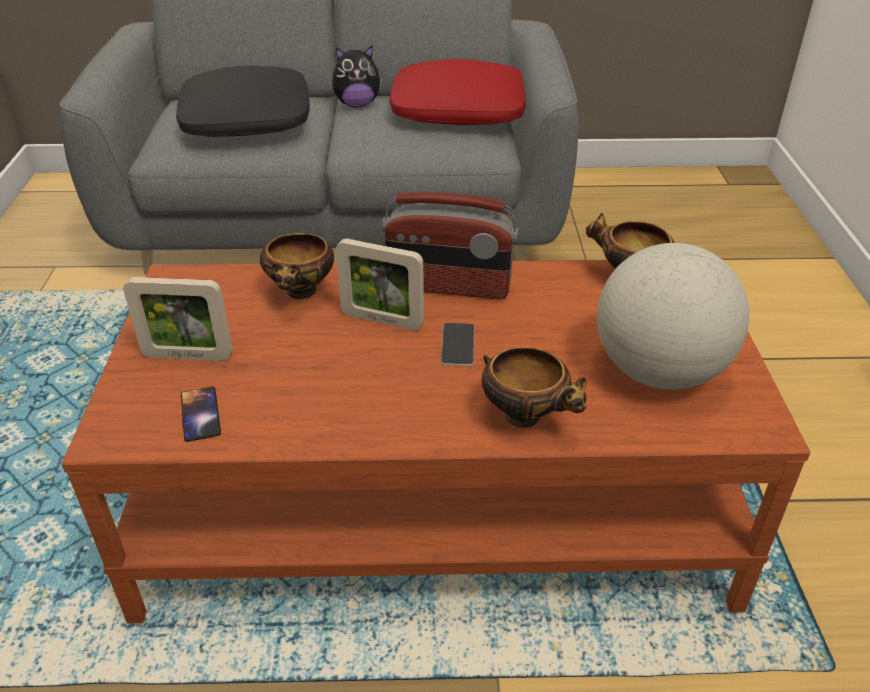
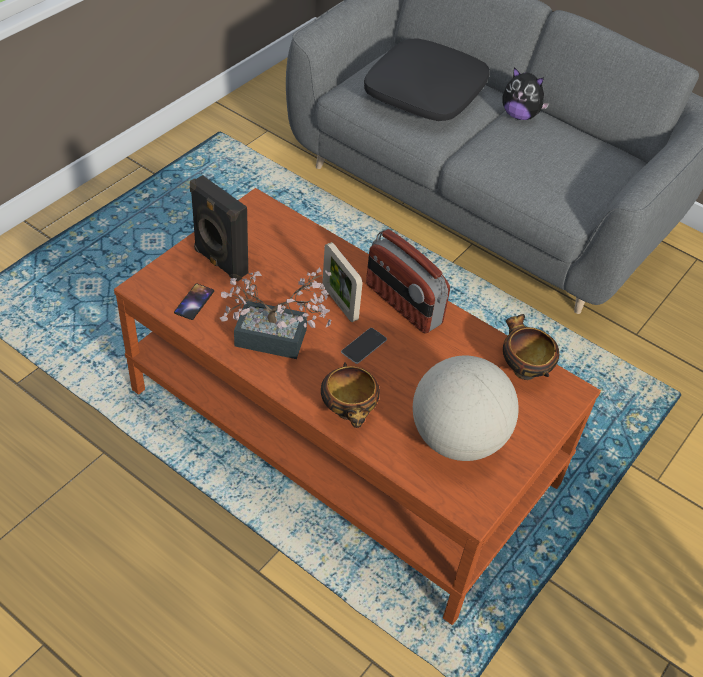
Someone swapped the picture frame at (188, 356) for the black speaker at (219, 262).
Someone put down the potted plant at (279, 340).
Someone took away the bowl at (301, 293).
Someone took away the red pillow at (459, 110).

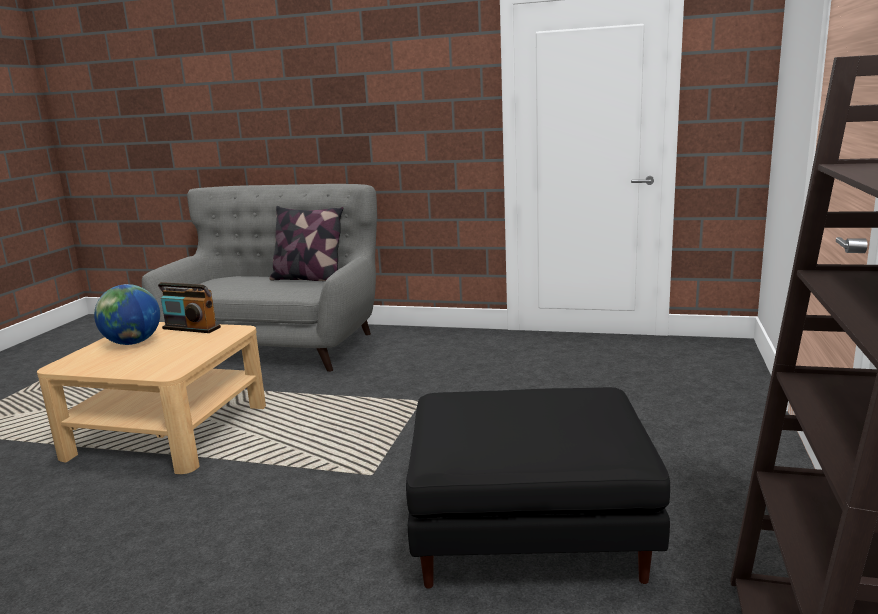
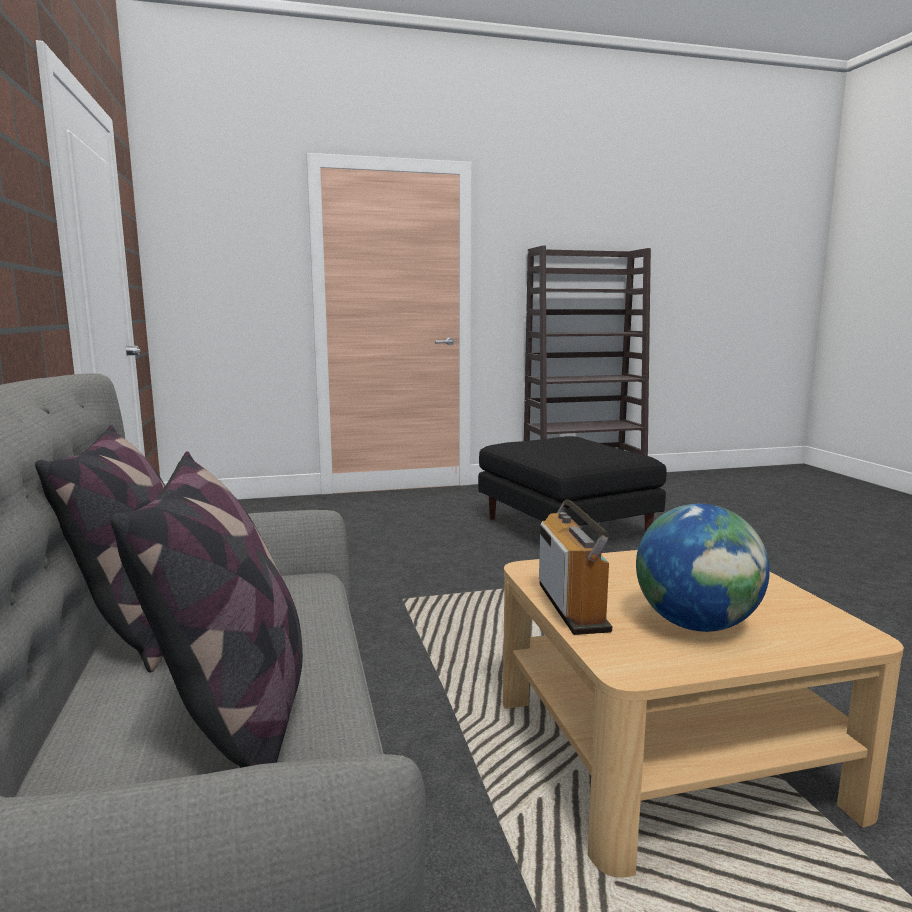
Someone put down the pillow at (238, 714).

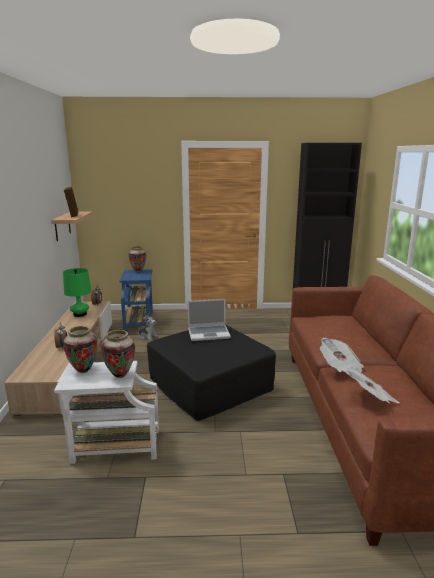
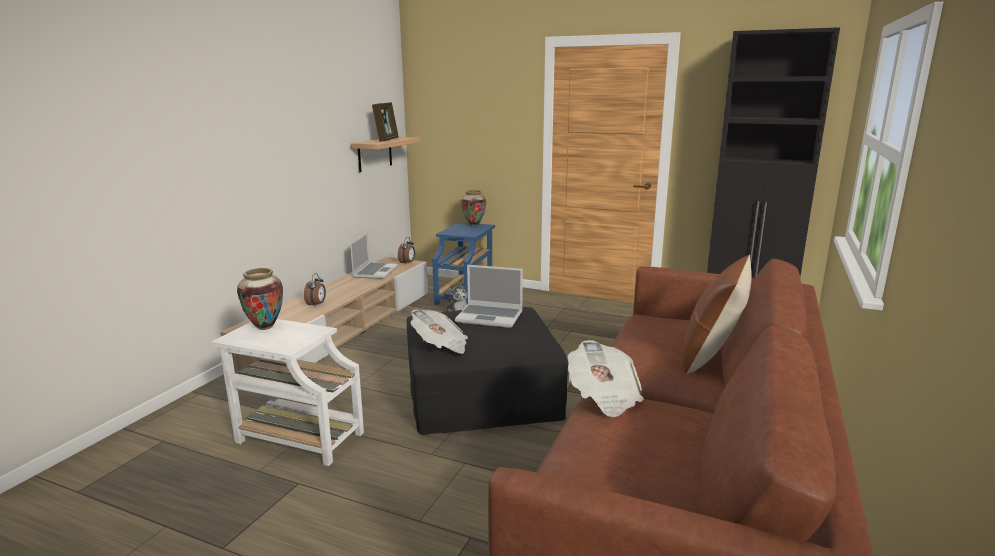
Someone swapped the green table lamp at (80, 314) for the laptop at (375, 272).
Someone carried the newspaper from (370, 398) to (441, 345).
Someone put down the brown pillow at (711, 356).
Someone took away the vase at (120, 375).

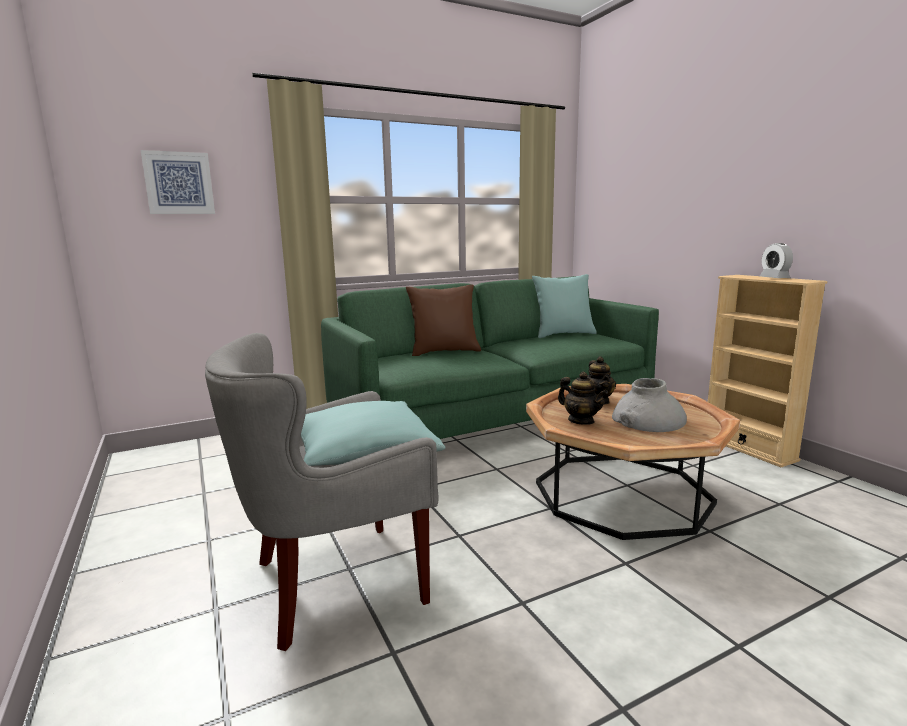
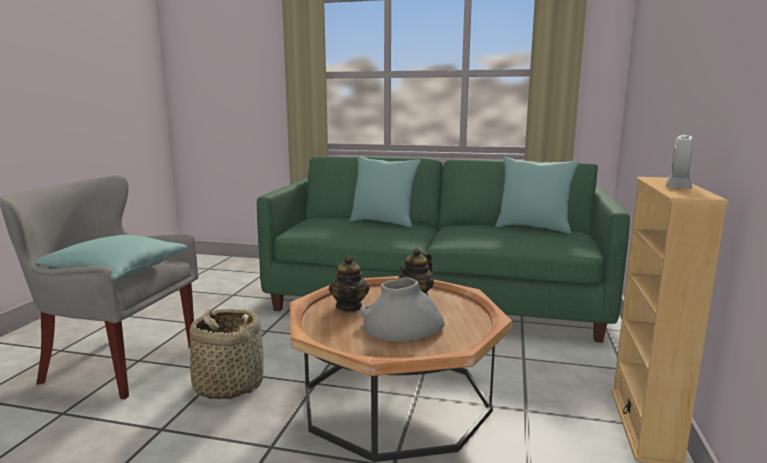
Someone put down the basket at (228, 385).
Someone repainted the brown pillow at (444, 352), which became the turquoise pillow at (383, 222).
Someone took away the picture at (179, 183).

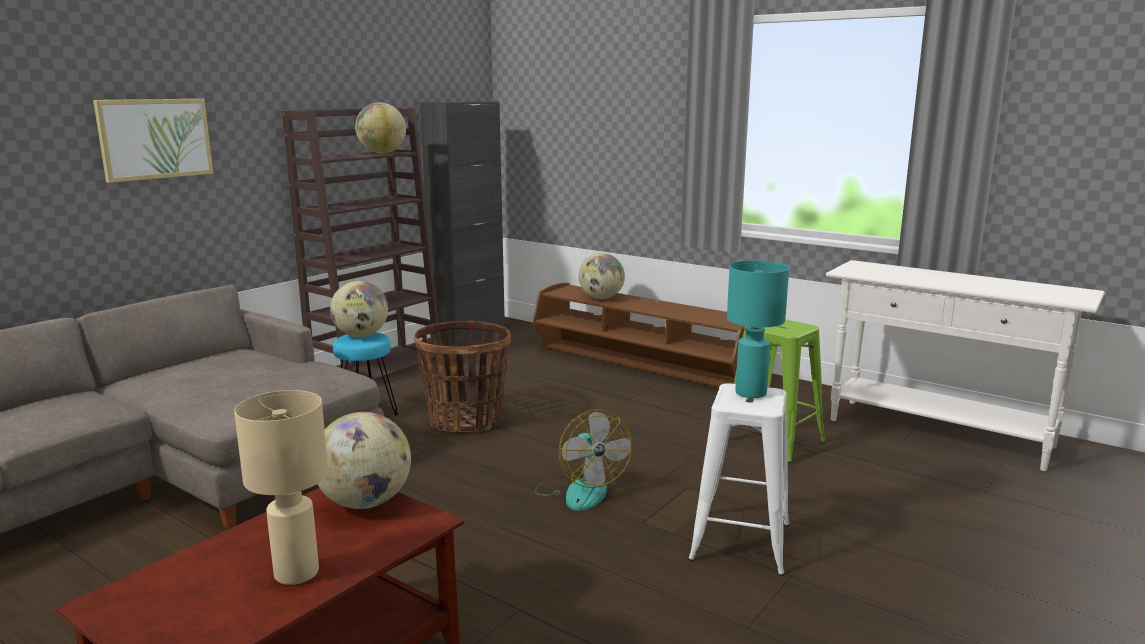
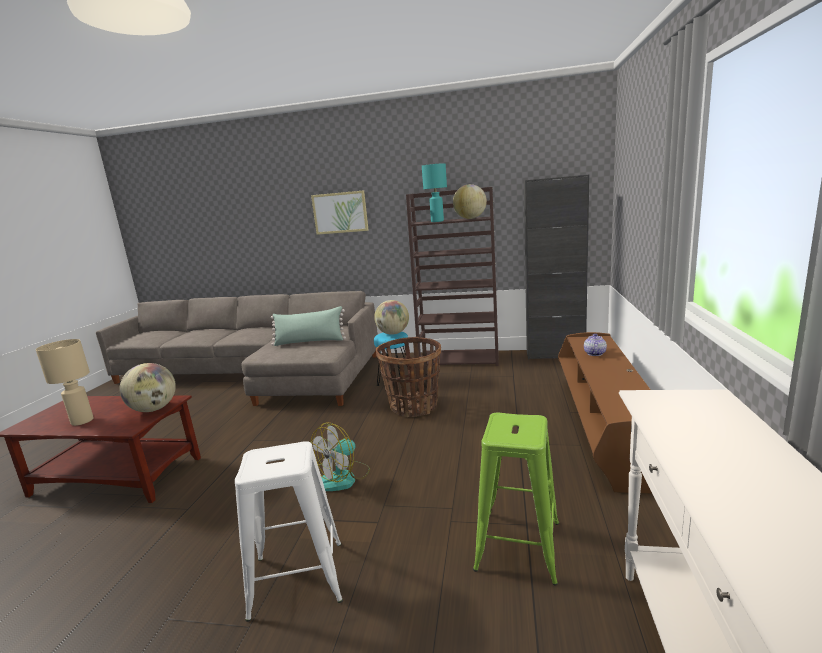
Someone put down the green pillow at (310, 341).
Someone carried the turquoise table lamp from (750, 393) to (437, 221).
Someone swapped the globe at (601, 298) for the teapot at (594, 353).

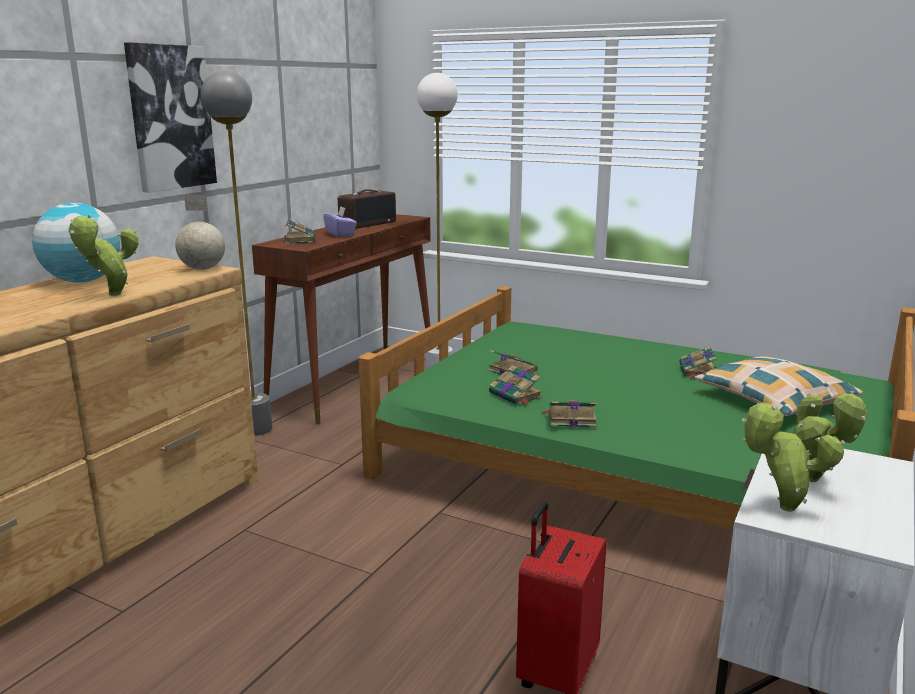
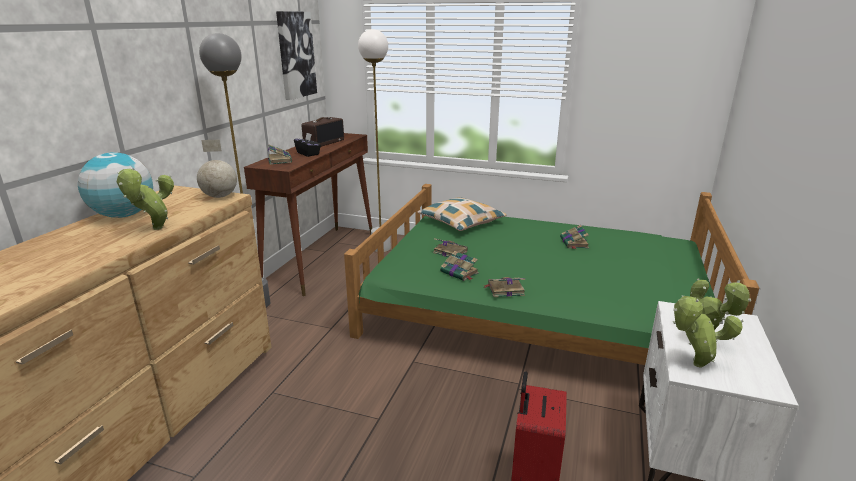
Someone carried the picture from (170, 117) to (295, 55).
Someone repainted the purple tissue box at (340, 234), which became the black tissue box at (308, 154).
Someone carried the pillow from (775, 399) to (461, 222).

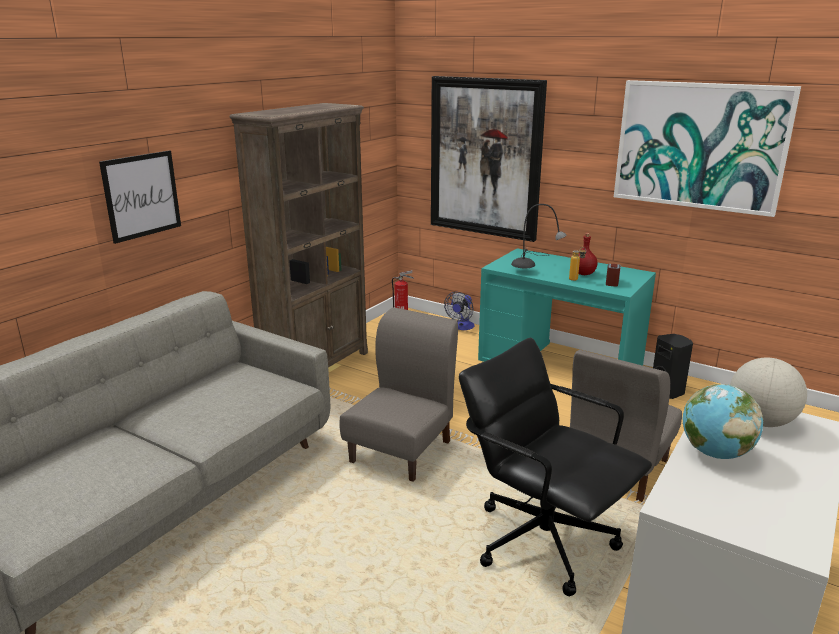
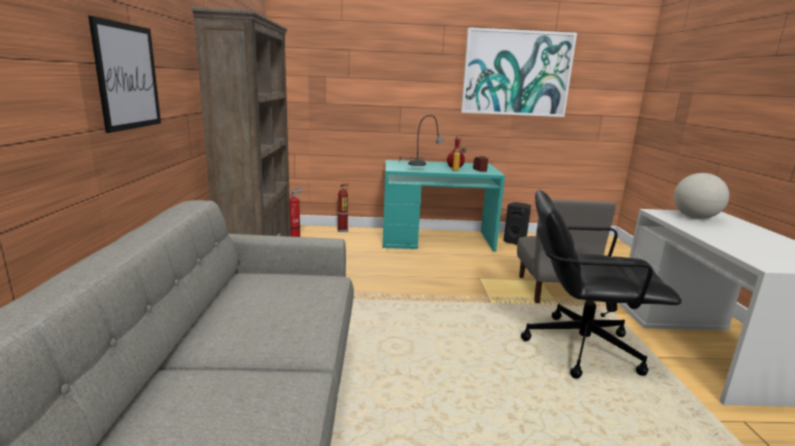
Someone swapped the fan at (461, 327) for the fire extinguisher at (343, 230).
Someone took away the grey chair at (402, 451).
Someone took away the picture at (485, 158).
Someone took away the globe at (715, 453).

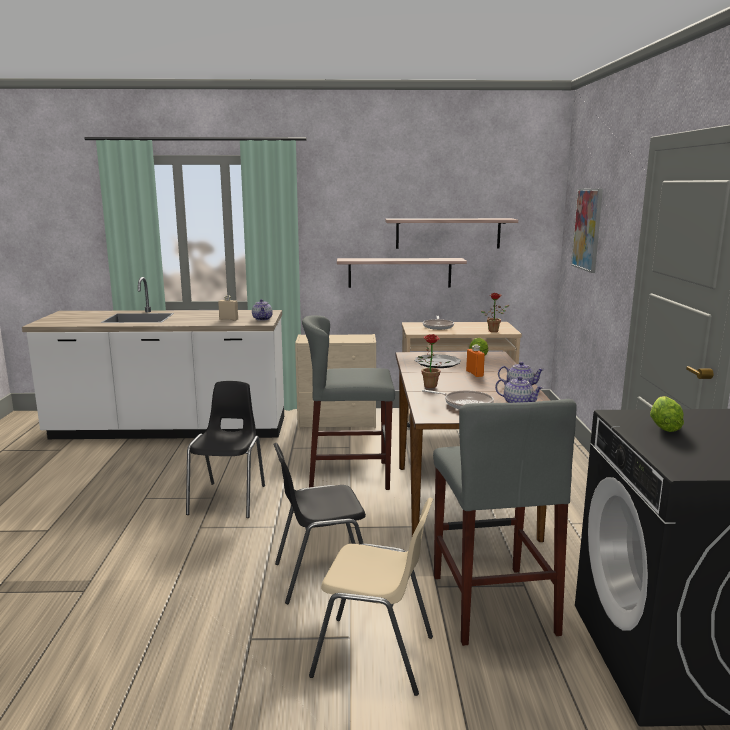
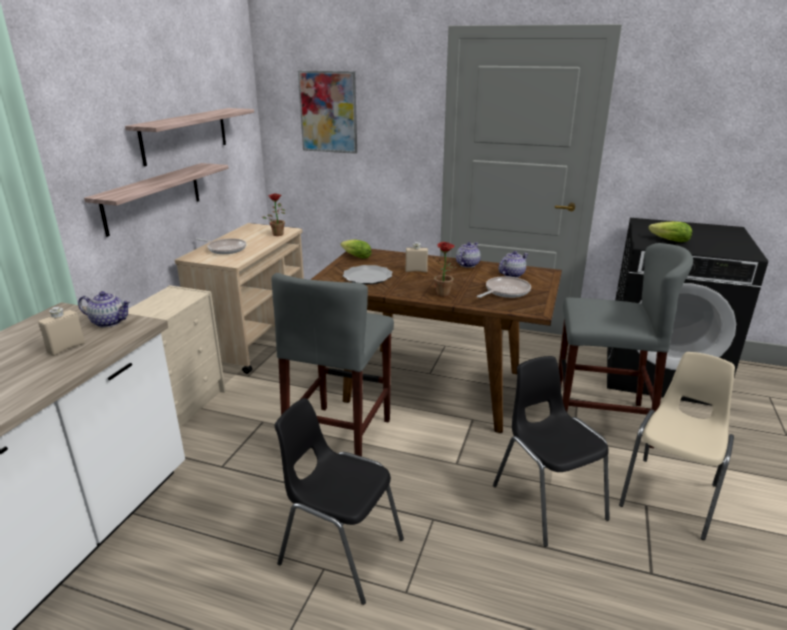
Someone repainted the orange bottle at (474, 373), which became the beige bottle at (416, 271).
Someone rotated the black chair at (322, 576) by 150 degrees clockwise.

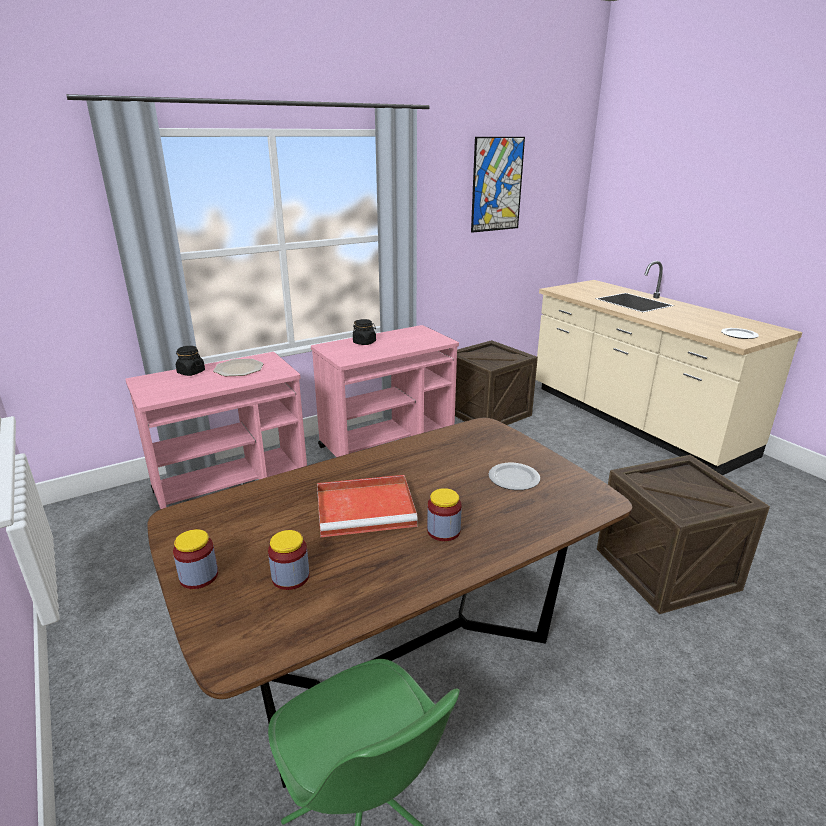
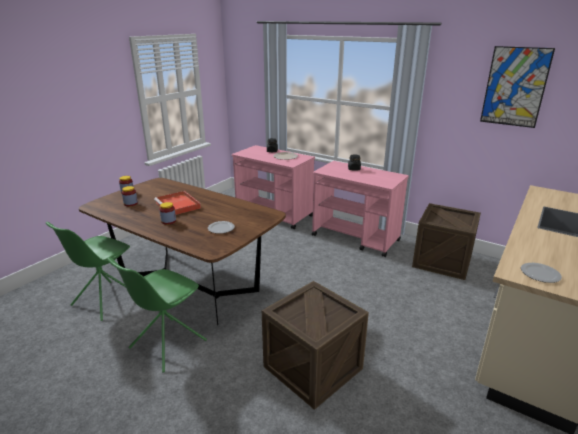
Someone put down the green chair at (166, 345).

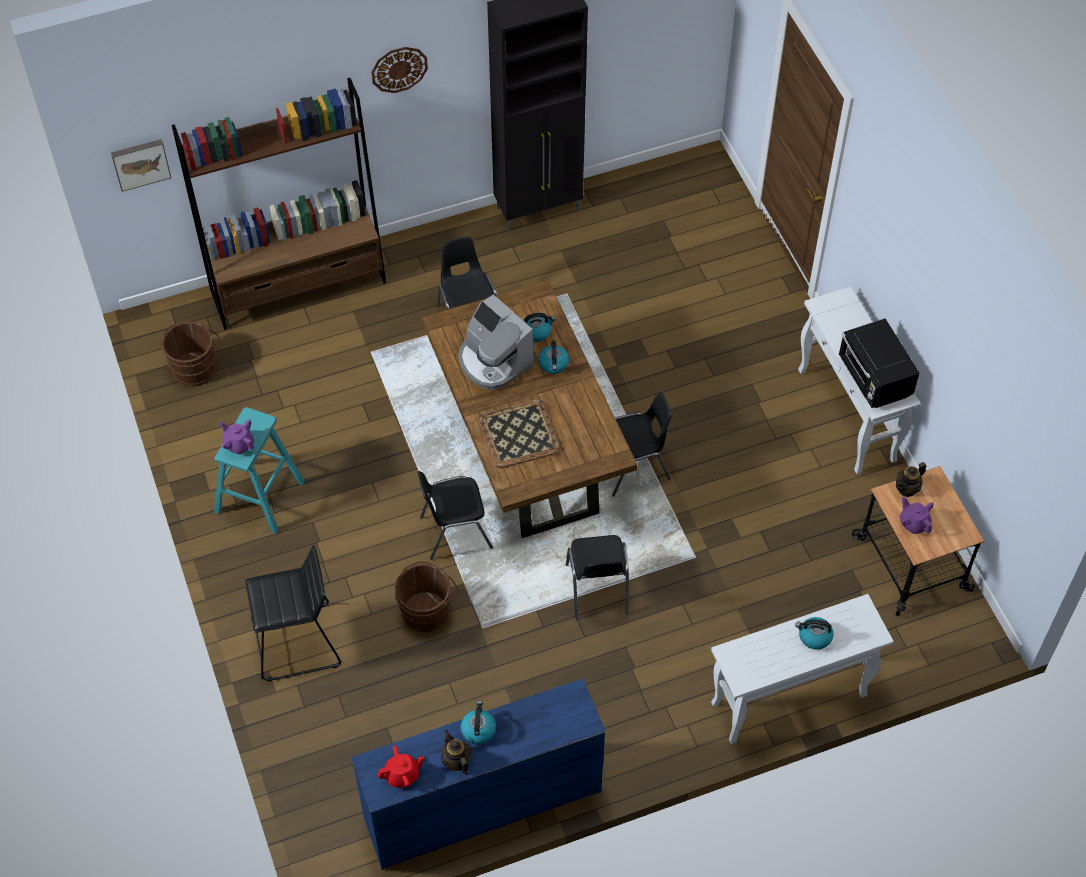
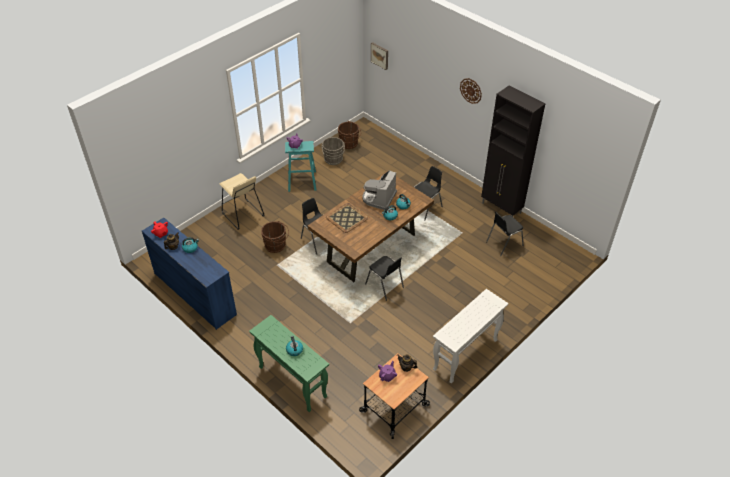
Someone repainted the black stool at (296, 643), which became the beige stool at (242, 215).
Someone repainted the white console table at (788, 700), which became the green console table at (292, 382).
Someone put down the grey bucket at (333, 160).
Someone carried the black chair from (597, 590) to (504, 243).
Someone took away the brown bookcase at (299, 286).
Someone took away the black microwave at (874, 379).

